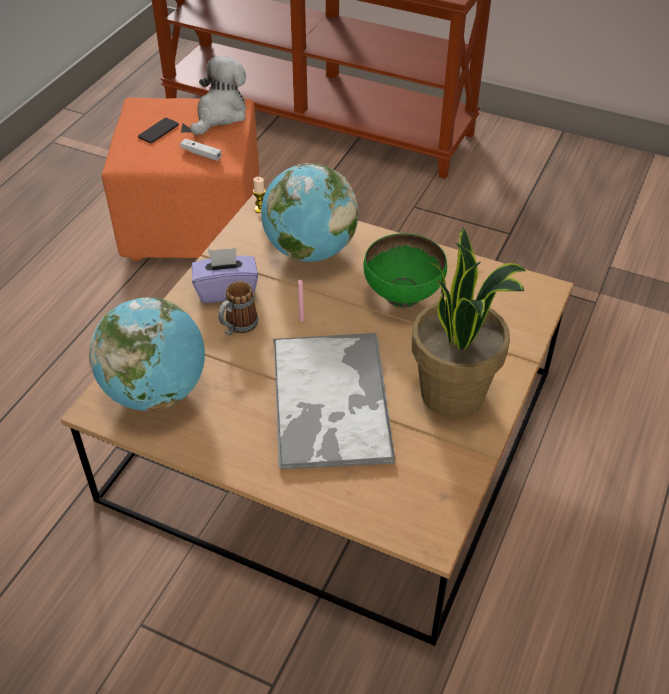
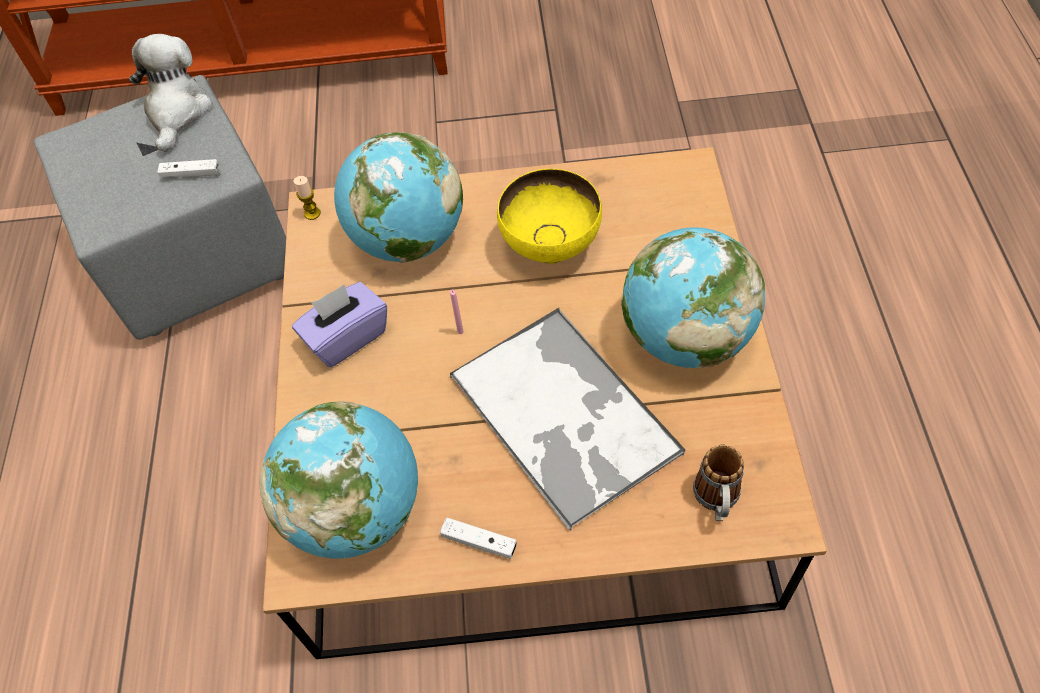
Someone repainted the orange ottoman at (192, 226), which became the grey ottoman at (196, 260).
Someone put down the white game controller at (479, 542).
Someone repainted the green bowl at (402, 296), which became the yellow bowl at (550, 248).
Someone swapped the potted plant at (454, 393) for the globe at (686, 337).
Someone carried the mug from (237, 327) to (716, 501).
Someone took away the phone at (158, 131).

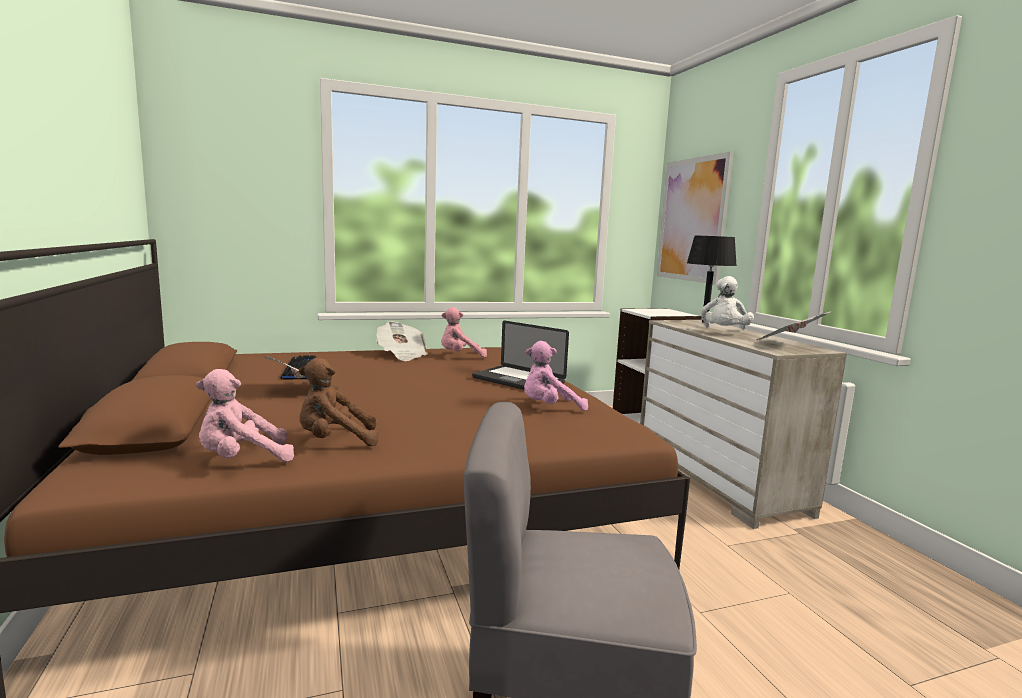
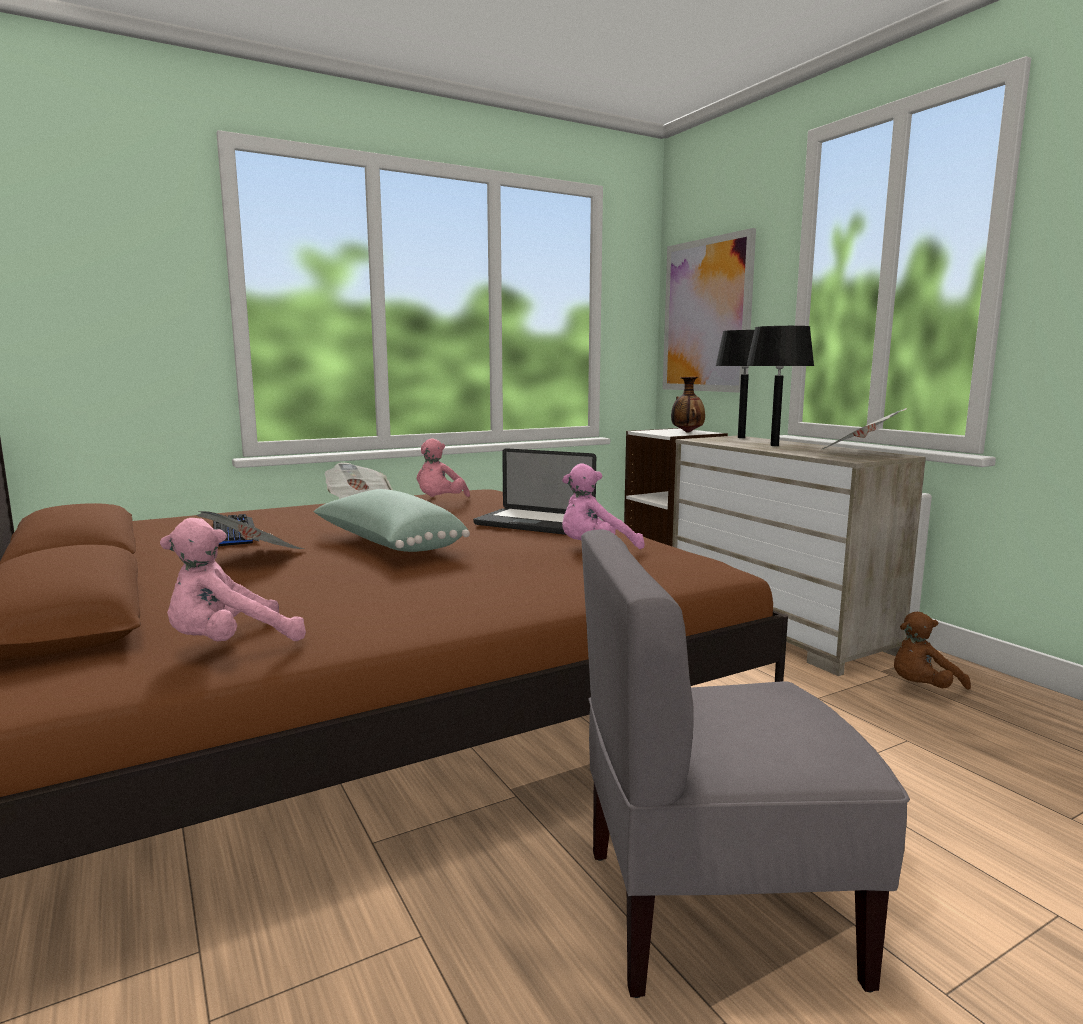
Someone put down the green pillow at (387, 545).
Someone rotated the pink plush toy at (460, 356) by 45 degrees counterclockwise.
Someone put down the vase at (687, 432).
Someone swapped the white plush toy at (724, 332) for the black table lamp at (774, 445).
Someone carried the brown plush toy from (335, 441) to (922, 688).

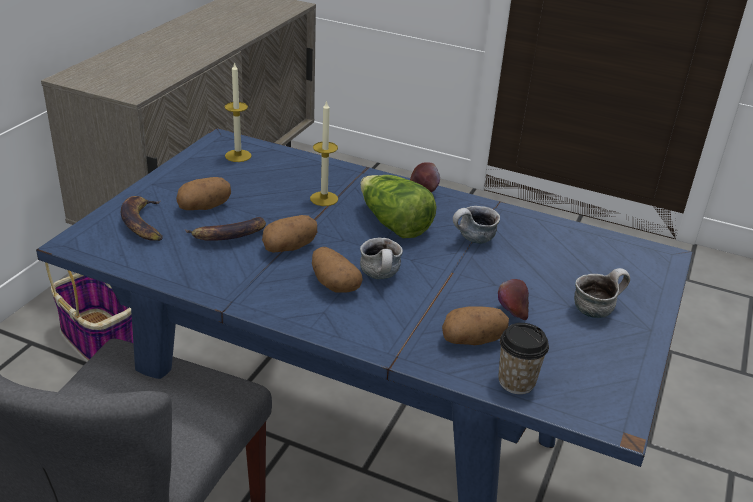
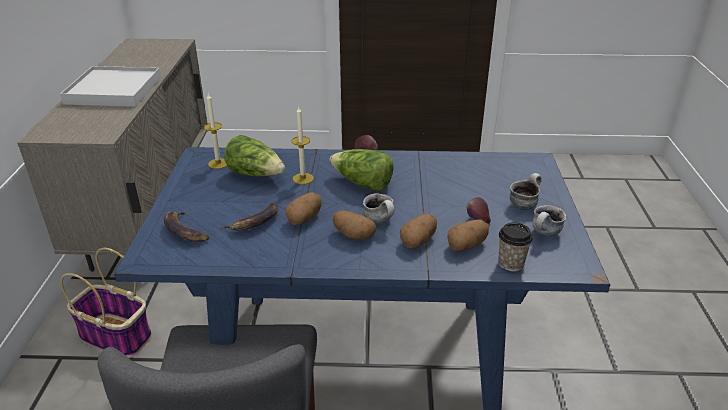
Someone put down the white tray at (114, 90).
Someone put down the lettuce at (256, 174).
Someone carried the potato from (204, 207) to (418, 241).
Someone carried the mug from (472, 241) to (545, 234).

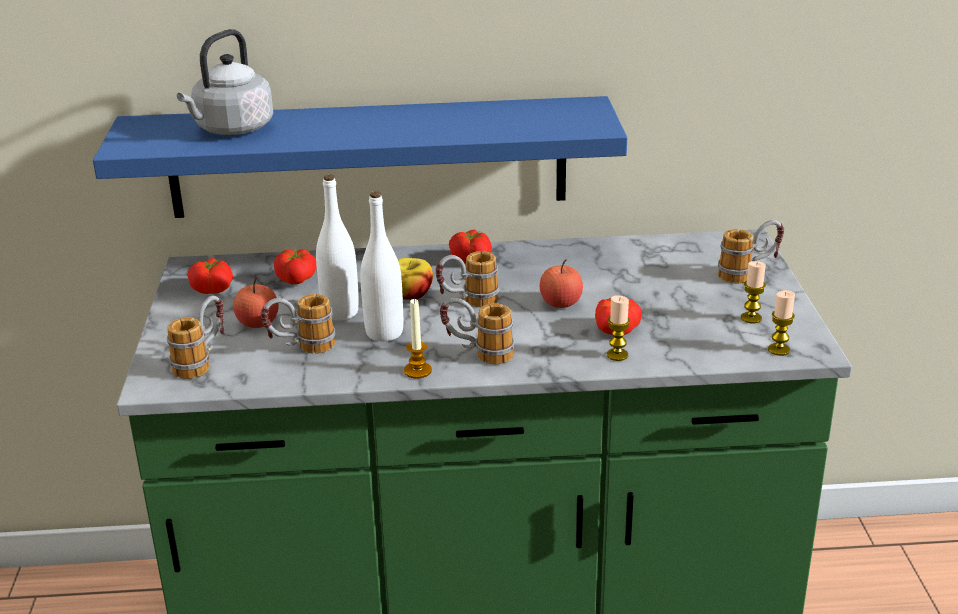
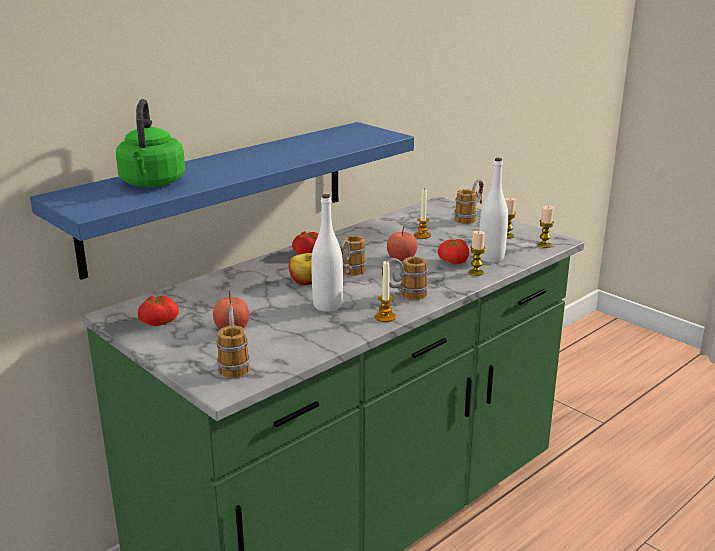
Someone repainted the grey kettle at (231, 129), which became the green kettle at (152, 183).
Someone put down the candle at (422, 235).
Someone carried the white bottle from (340, 312) to (491, 258).
Someone took away the mug at (301, 349).
Someone took away the tomato at (297, 279).

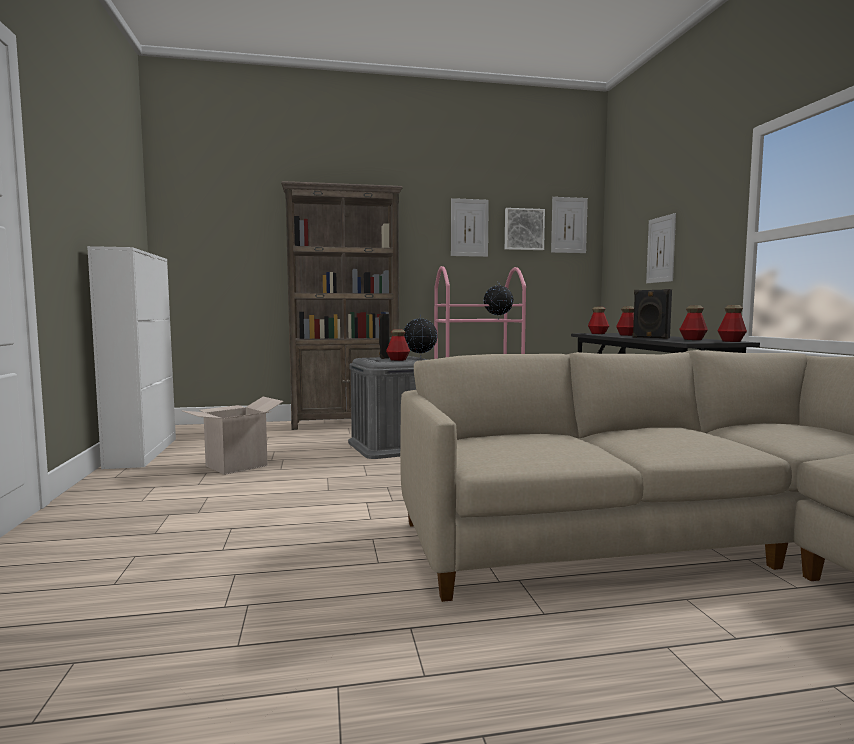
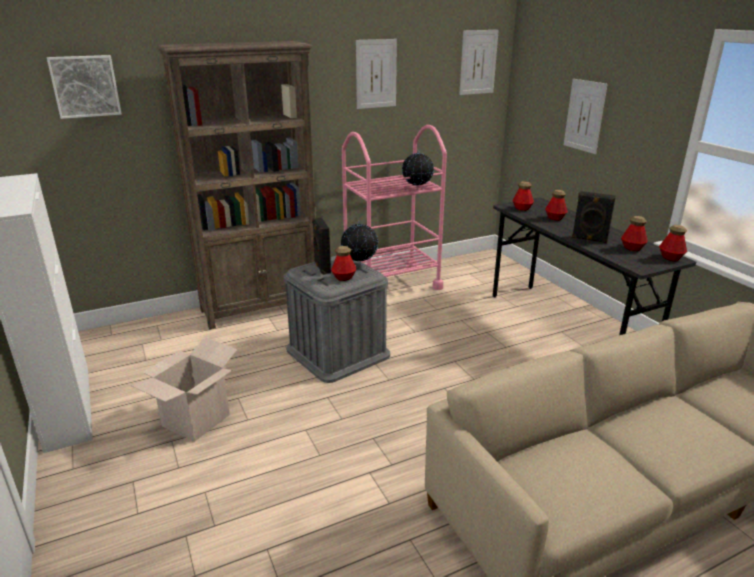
Someone carried the picture from (523, 229) to (85, 86).

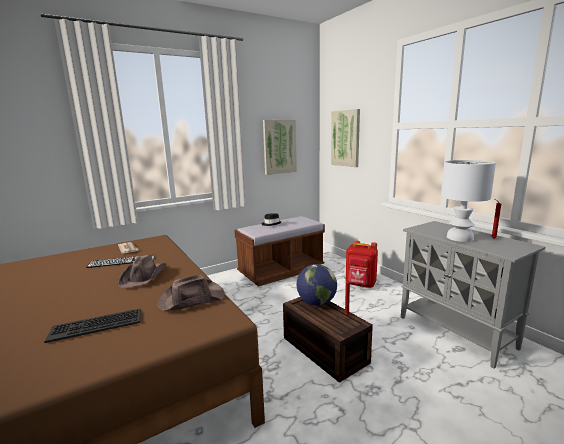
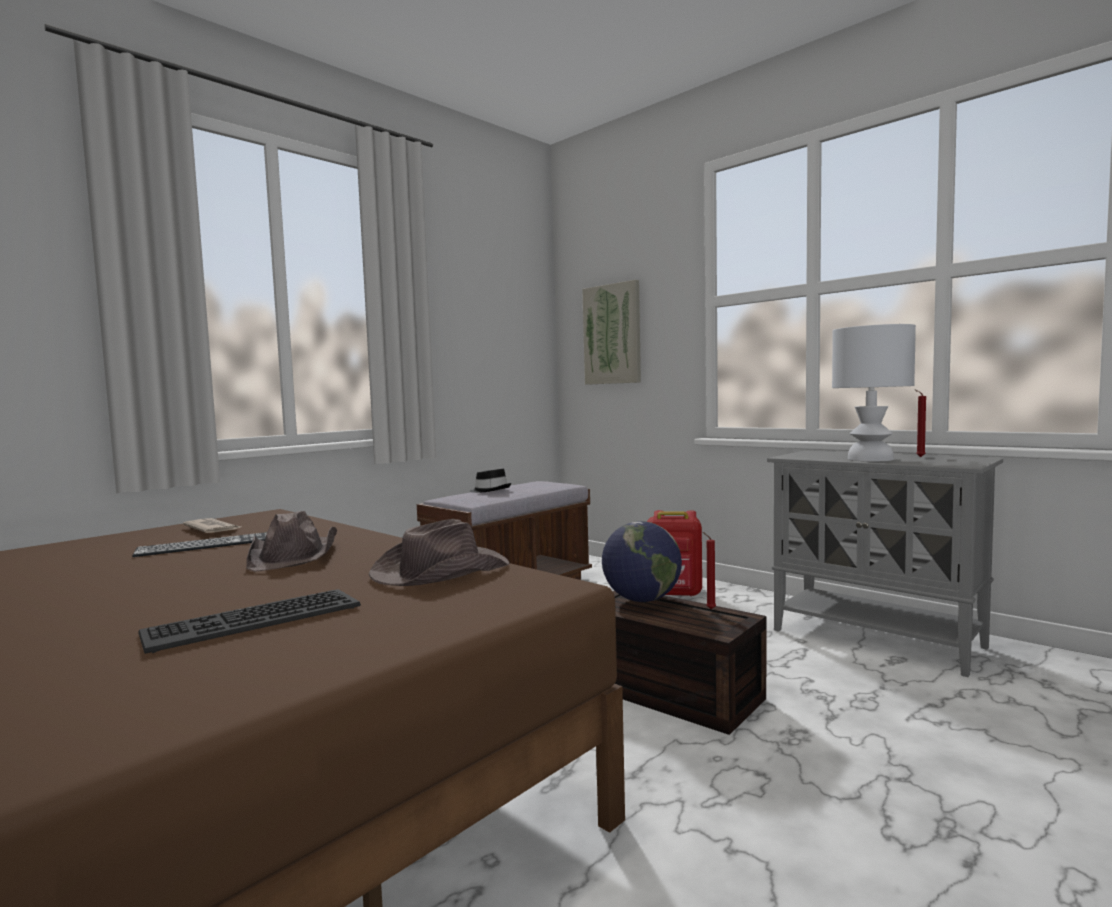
Someone took away the picture at (279, 147).

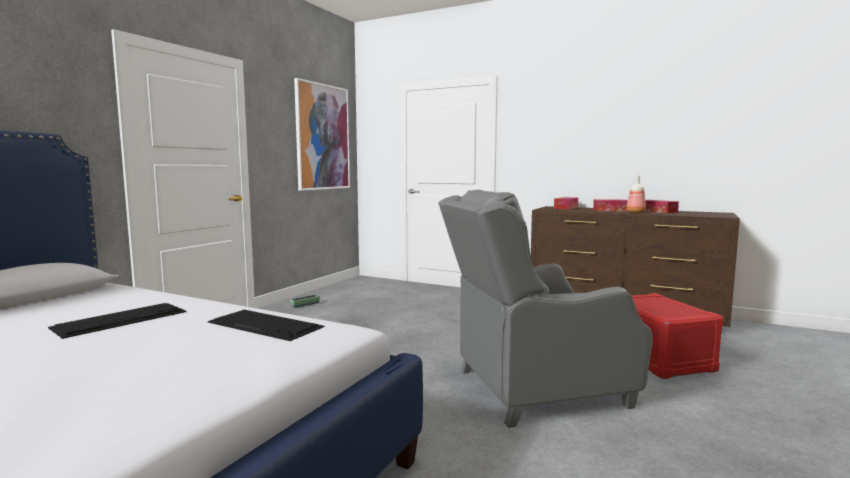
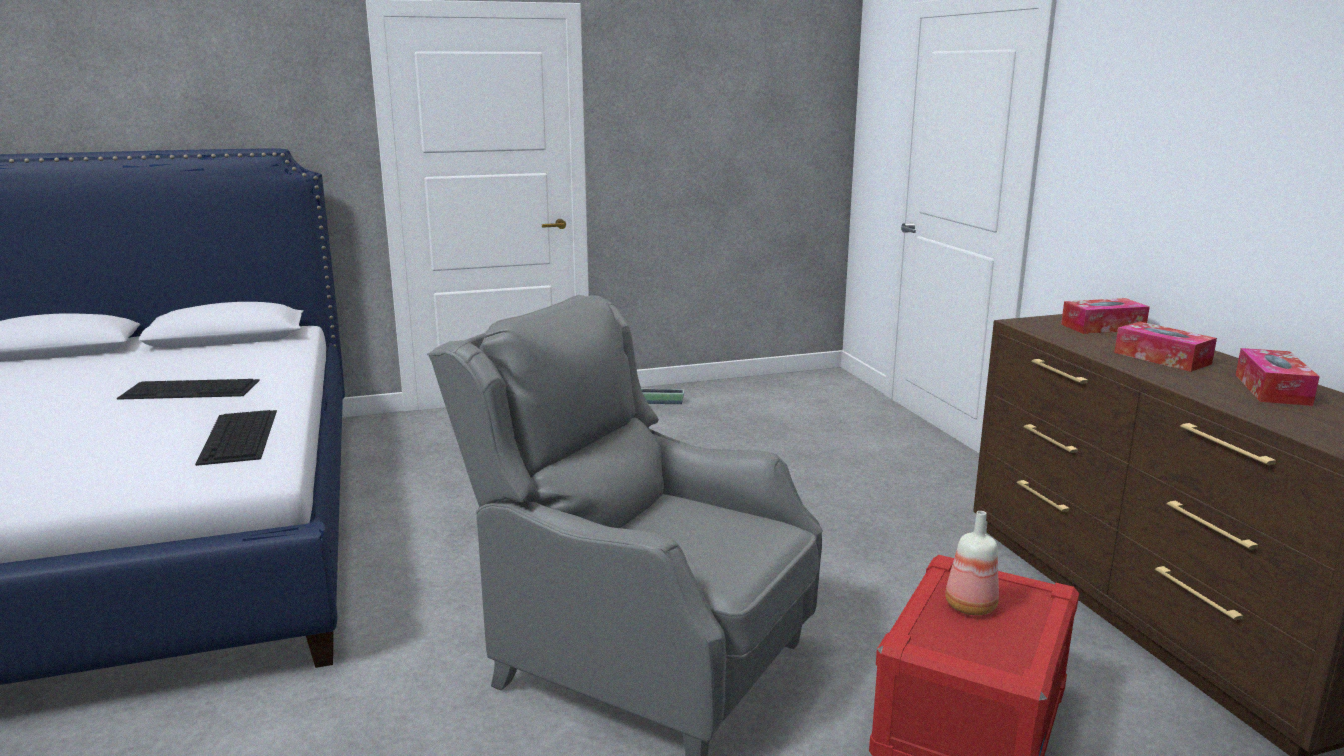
Someone carried the bottle from (635, 212) to (969, 607).
Someone took away the picture at (322, 137).

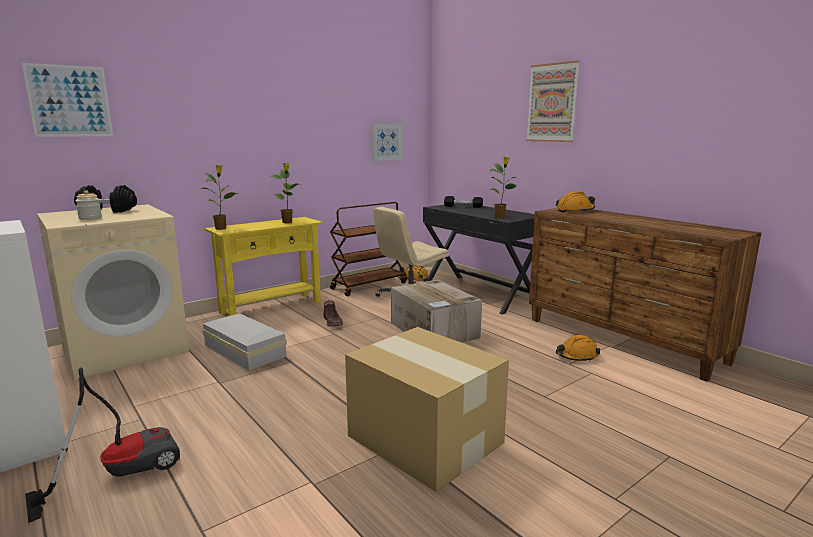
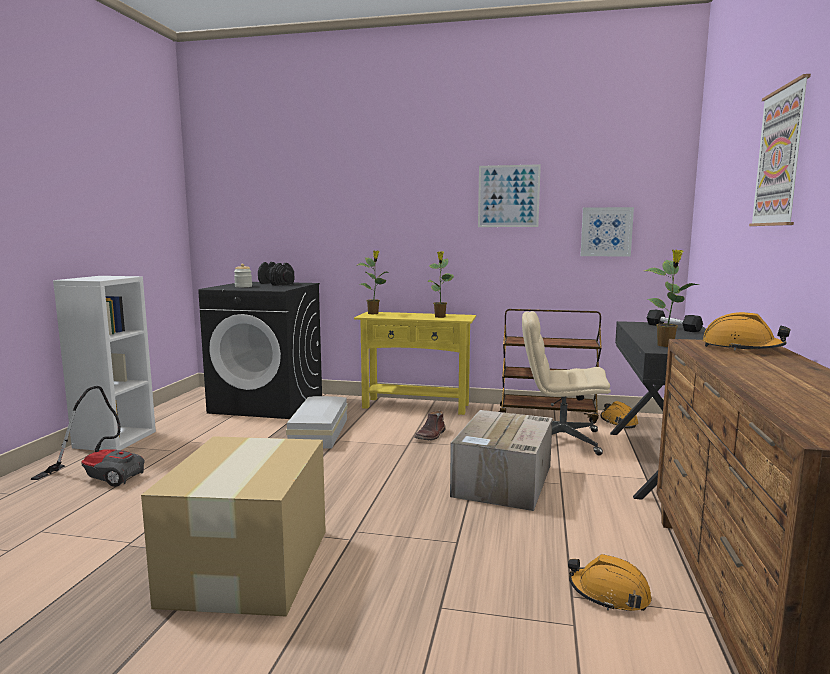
Someone repainted the beige washing machine at (126, 348), which became the black washing machine at (268, 404).
Someone carried the picture from (69, 101) to (508, 196).

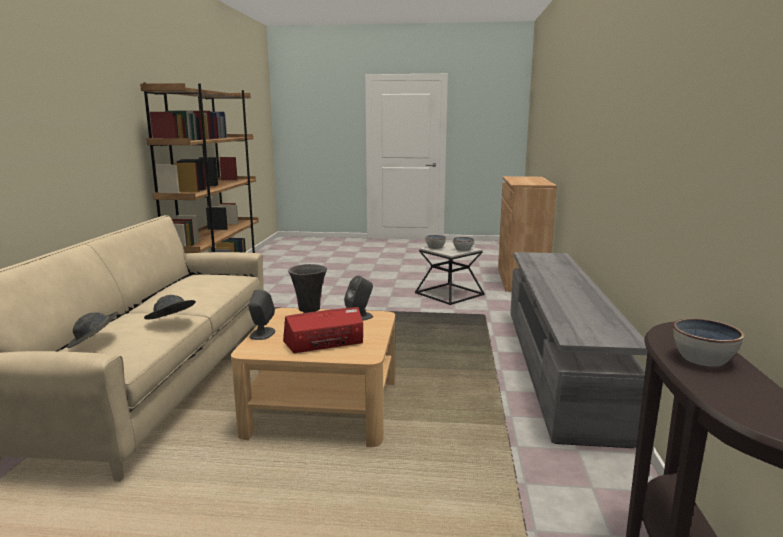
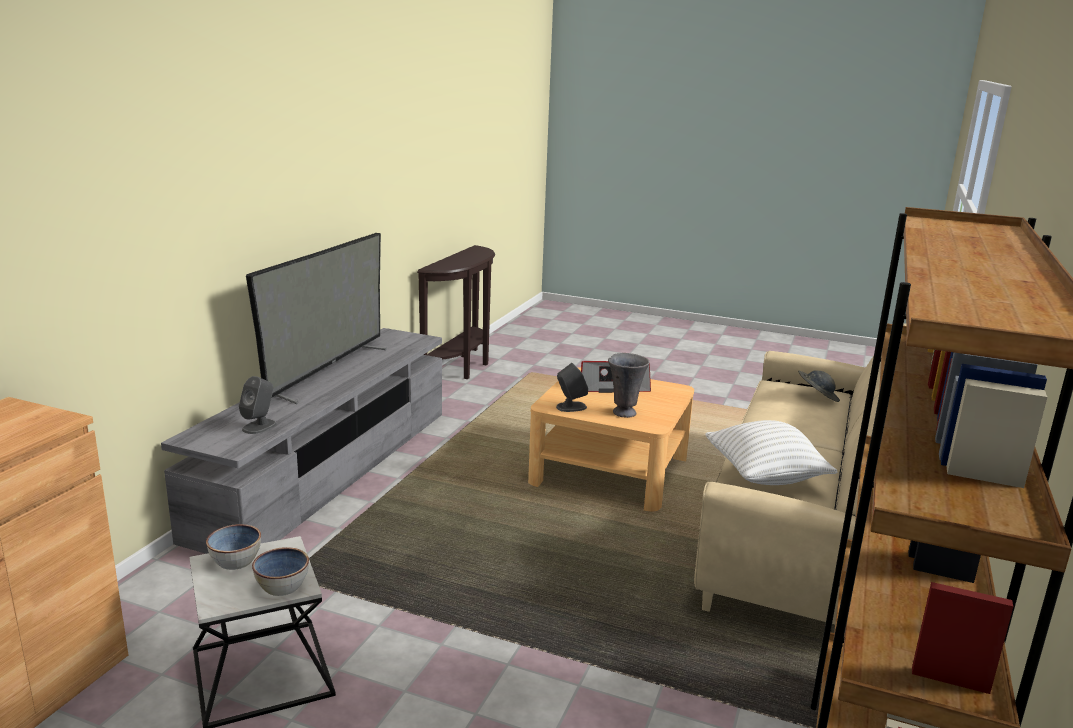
Someone carried the grey speaker from (262, 334) to (259, 426).
Someone put down the television at (327, 371).
Someone put down the white pillow at (765, 477).
Someone took away the grey hat at (171, 321).
Someone took away the bowl at (703, 359).

